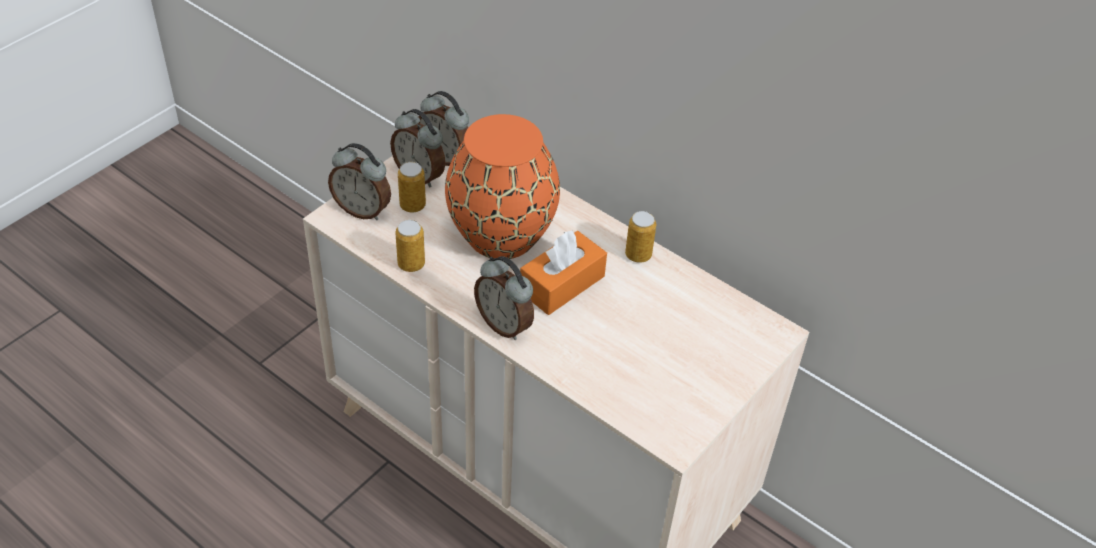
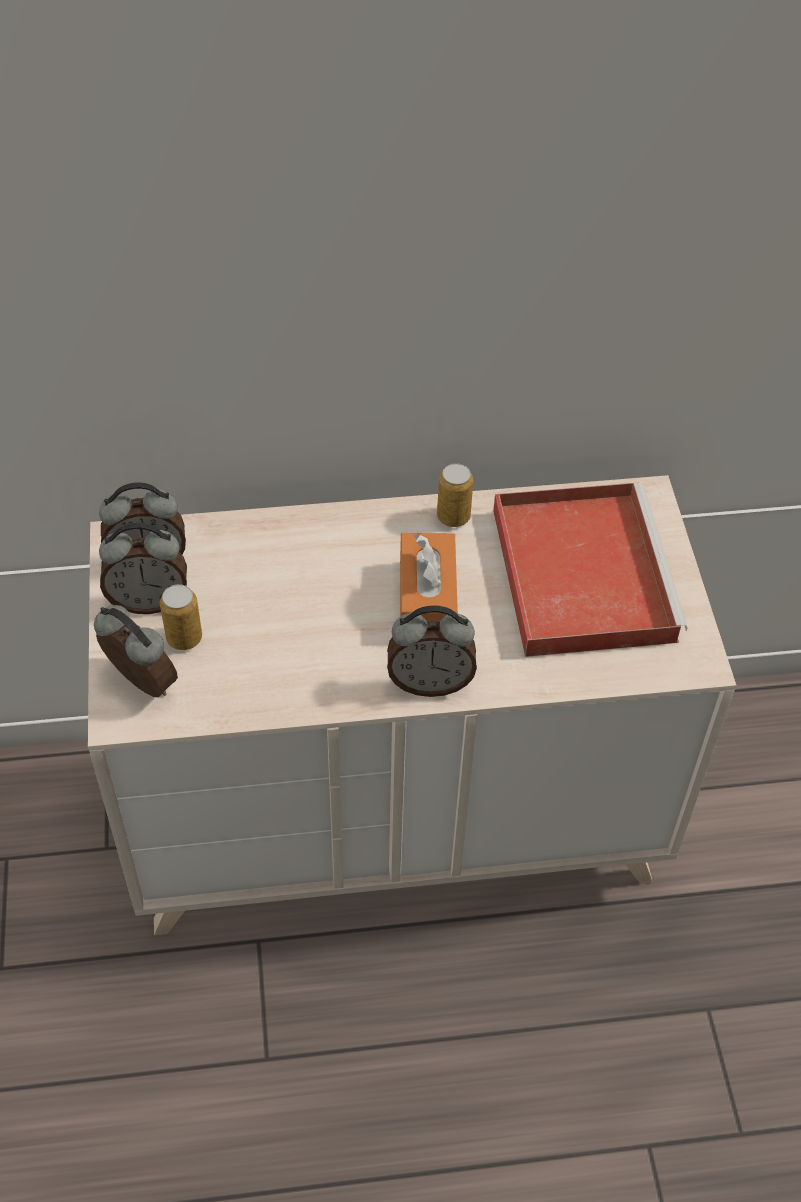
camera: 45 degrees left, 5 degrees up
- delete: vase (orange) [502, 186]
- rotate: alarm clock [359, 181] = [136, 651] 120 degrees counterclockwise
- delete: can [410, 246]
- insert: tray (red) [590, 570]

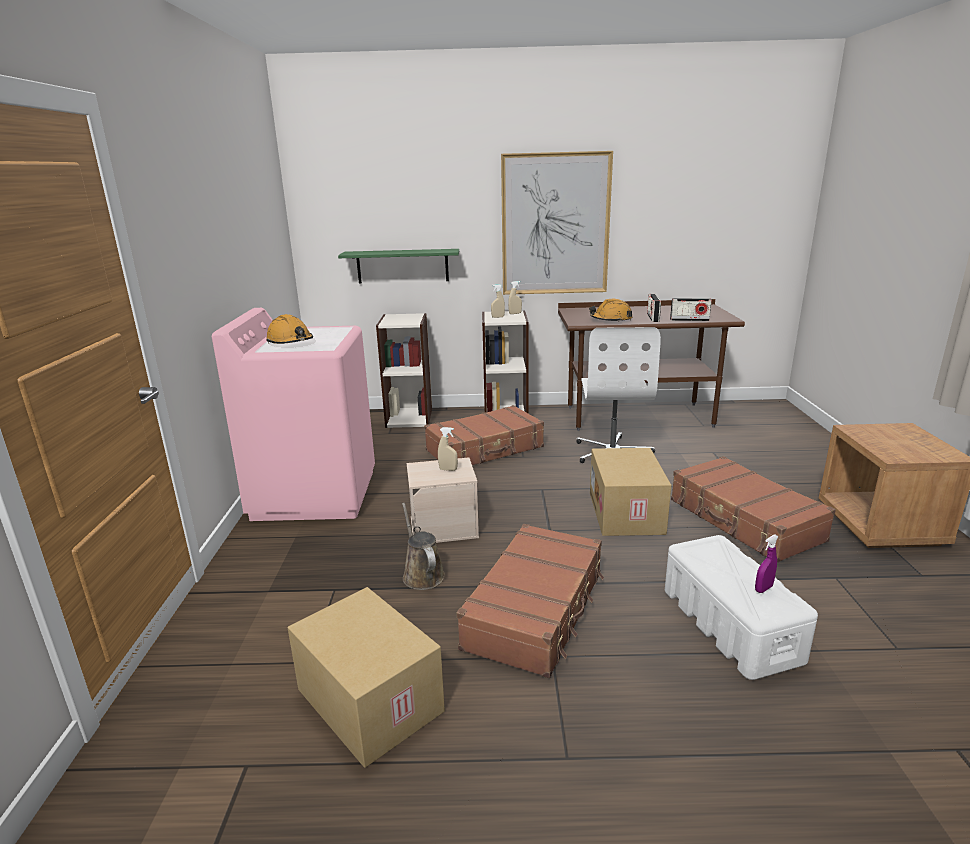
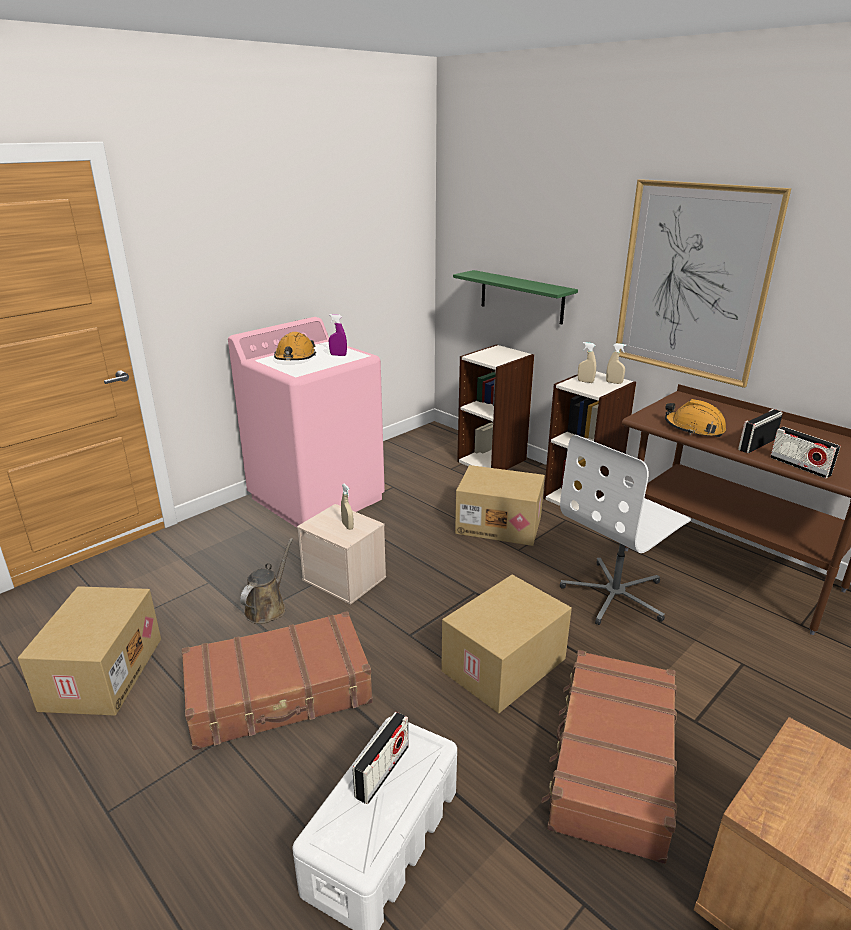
camera: 45 degrees right, 5 degrees up
- replace: suitcase (brown) [484, 435] to cardboard box [500, 505]
- move: spray bottle (purple) [767, 563] to [338, 335]
- insert: radio [380, 758]

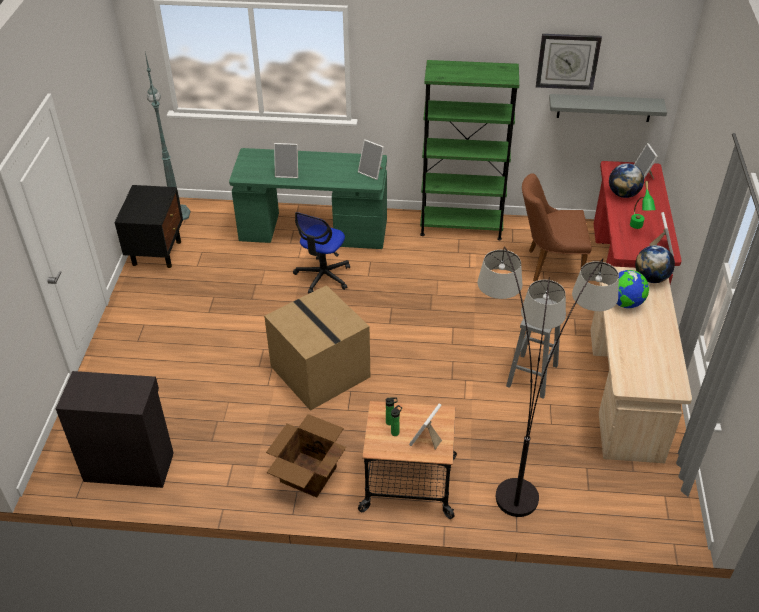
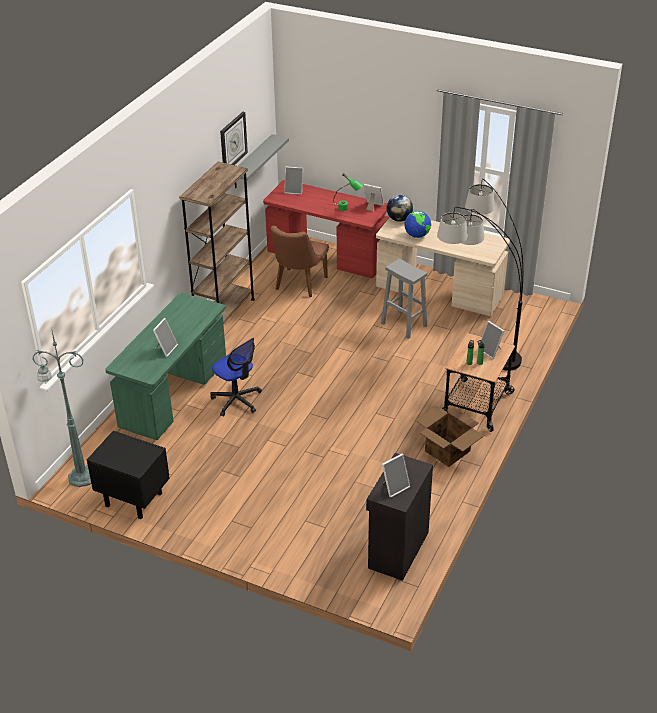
camera: 70 degrees left, 5 degrees down
- recolor: bookcase (green) [469, 150] to bookcase (brown) [217, 242]
- move: picture frame [371, 159] to [396, 475]
- delete: globe [626, 180]
- delete: cardboard box [317, 348]

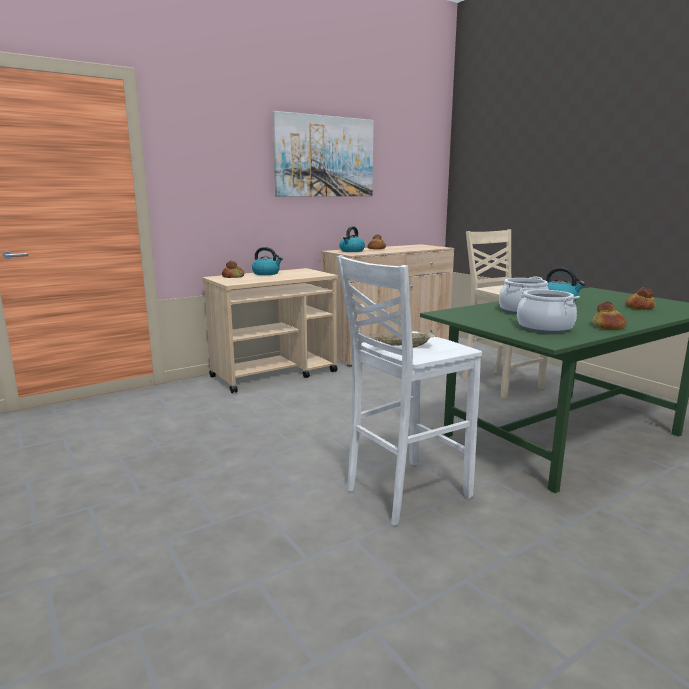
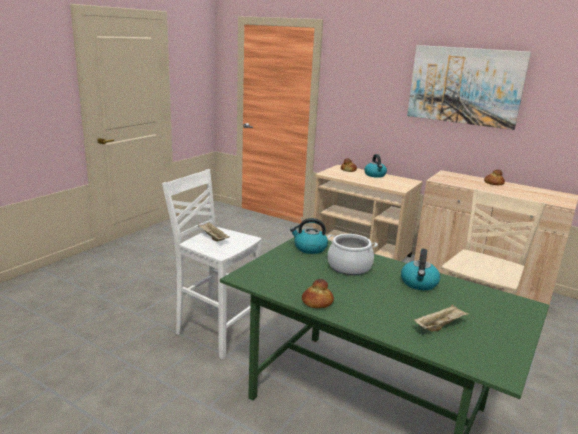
camera: 65 degrees right, 5 degrees up
- move: kettle [352, 239] to [309, 236]
- replace: bread [640, 298] to tray (beige) [441, 317]
- delete: cooking pot [548, 310]

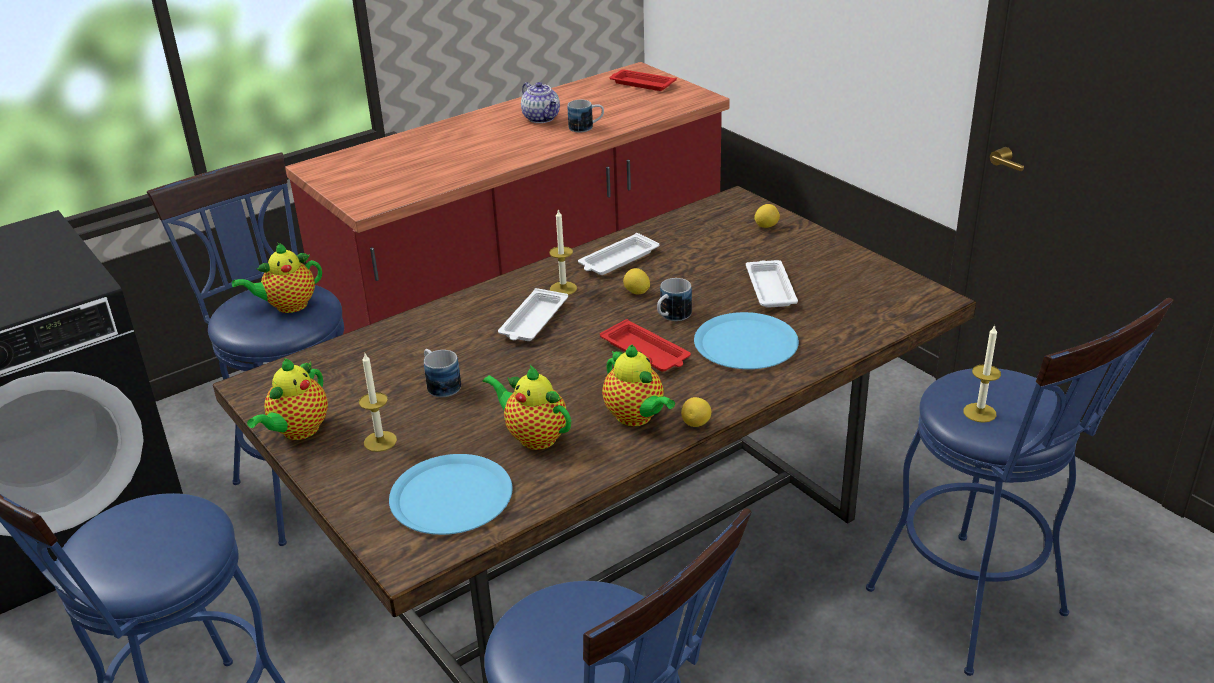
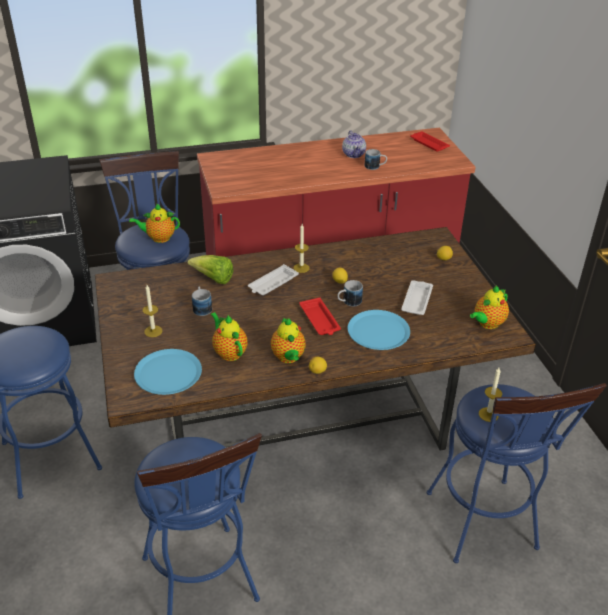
camera: 20 degrees right, 5 degrees up
- delete: tray (white) [619, 254]
- move: teapot [287, 399] to [489, 307]
- insert: lettuce [210, 269]

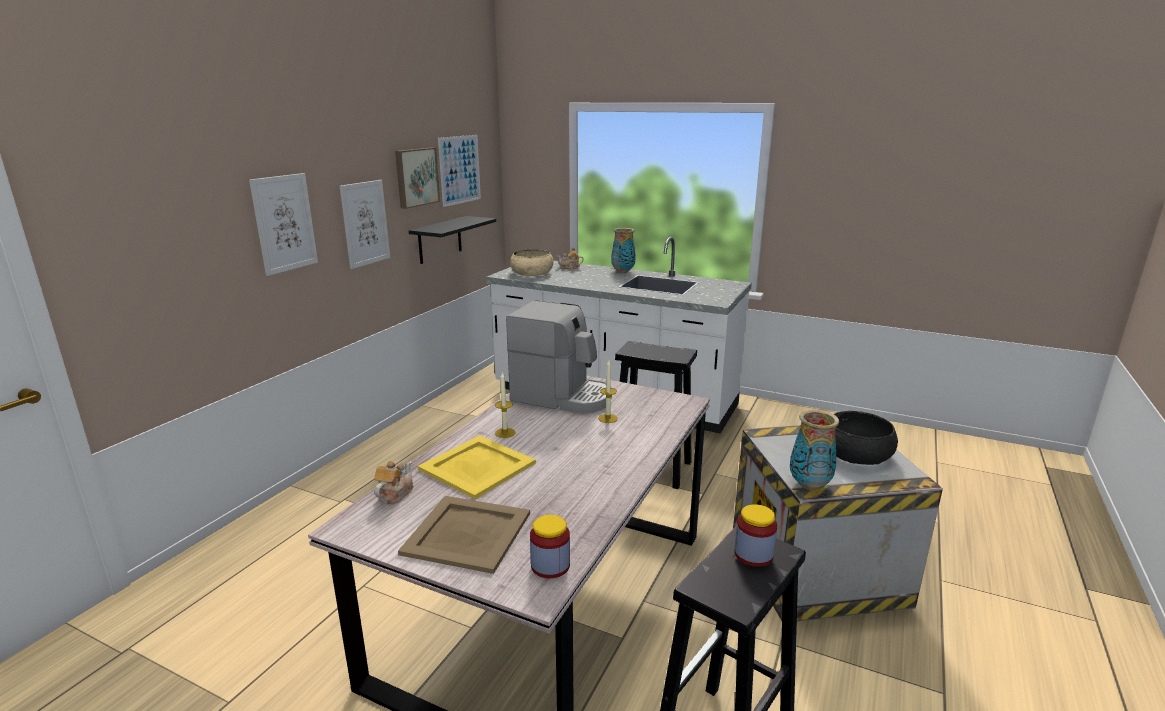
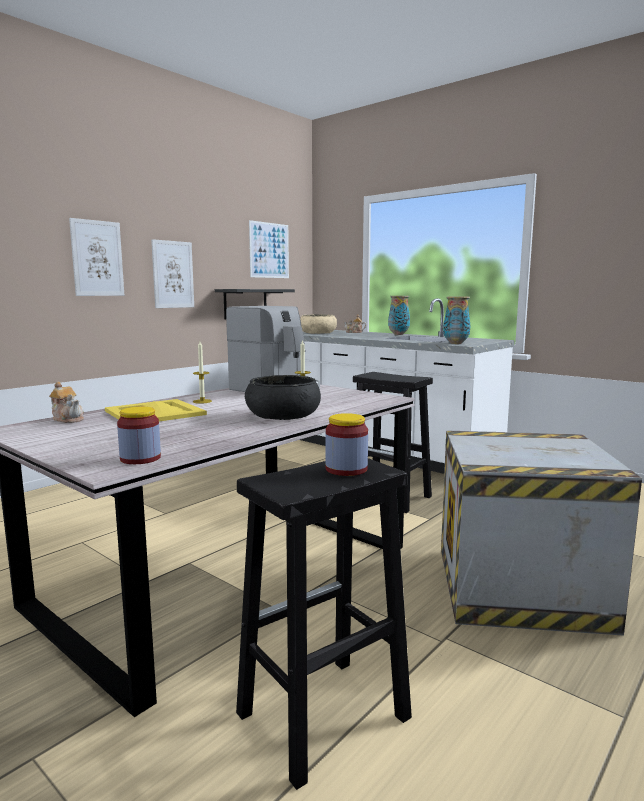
camera: 15 degrees right, 10 degrees down
- delete: picture [417, 178]
- move: vase [814, 450] to [456, 320]
- move: bowl (black) [865, 438] to [283, 397]
- rotate: teapot [394, 482] = [66, 402] 90 degrees clockwise
- delete: tray (beige) [464, 535]

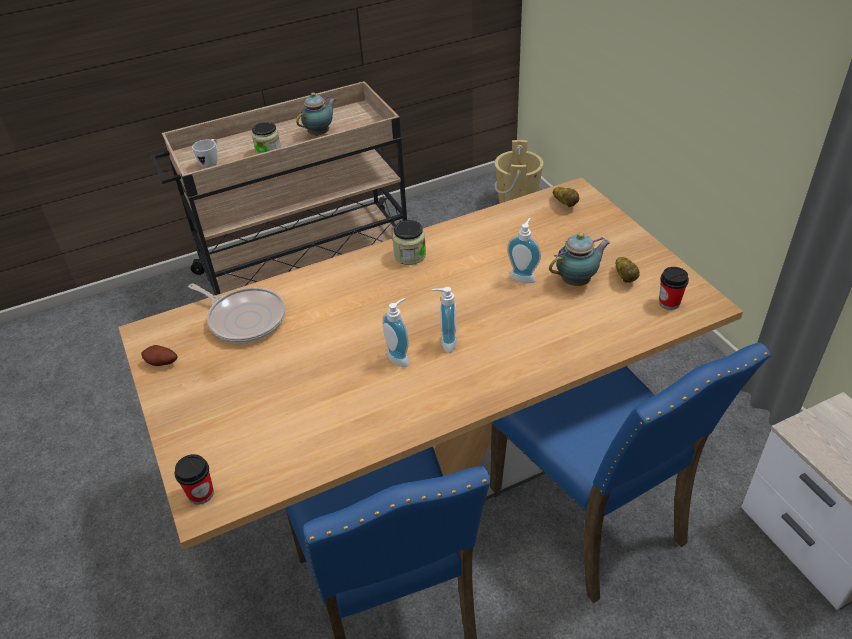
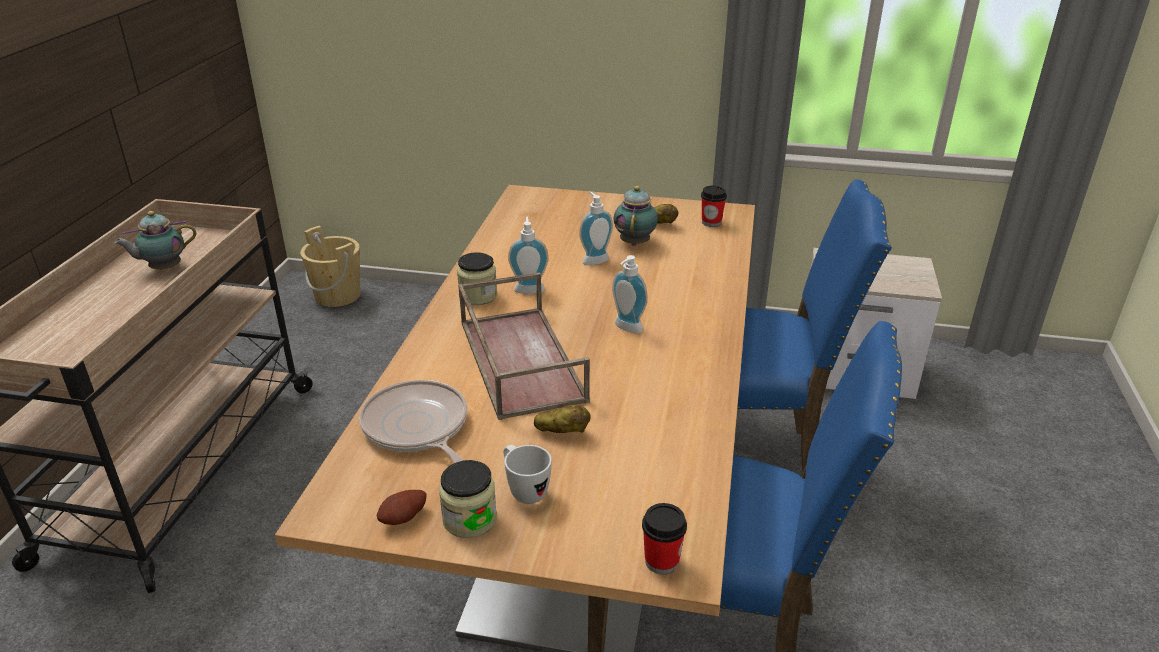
camera: 55 degrees left, 10 degrees down
- rotate: teapot [316, 114] = [155, 240] 105 degrees counterclockwise
- move: jar [266, 138] to [468, 499]
- move: mug (white) [205, 153] to [528, 474]
- move: potato [566, 197] to [562, 418]
- rotate: frying pan [236, 313] = [413, 421] 105 degrees counterclockwise
- move: soap dispenser [395, 332] to [528, 255]
- insert: tray (brown) [524, 346]

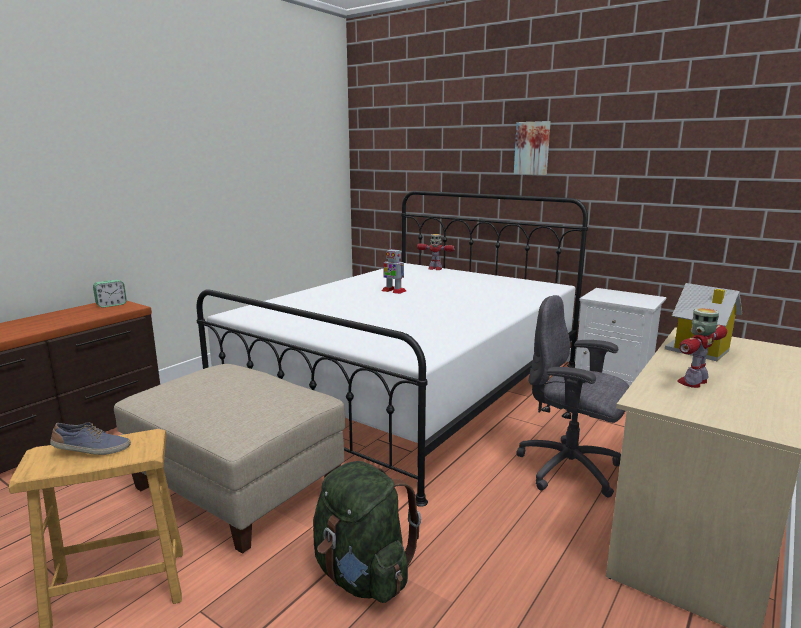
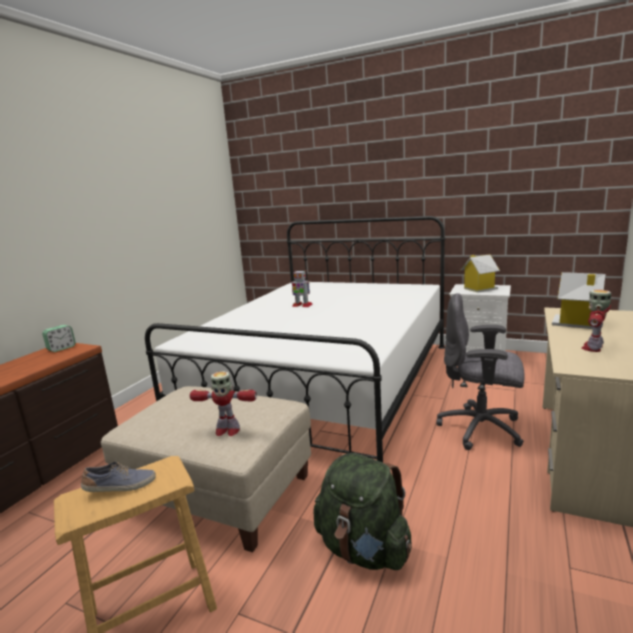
camera: 10 degrees left, 0 degrees up
- delete: picture [532, 148]
- move: toy robot [436, 252] to [223, 403]
- insert: toy house [480, 273]

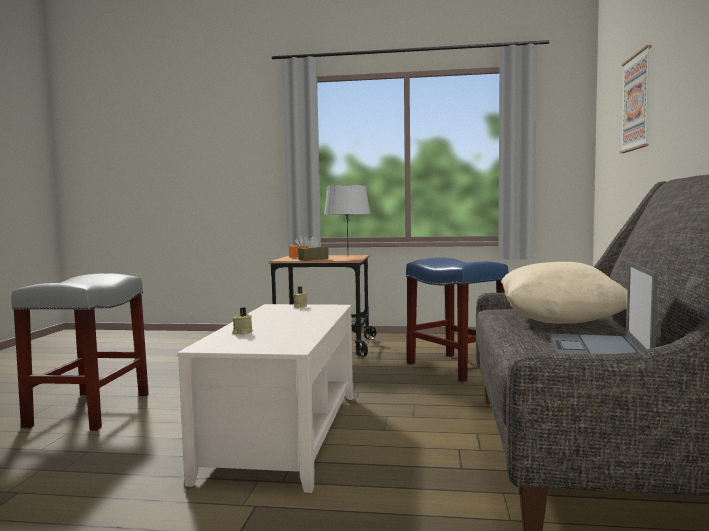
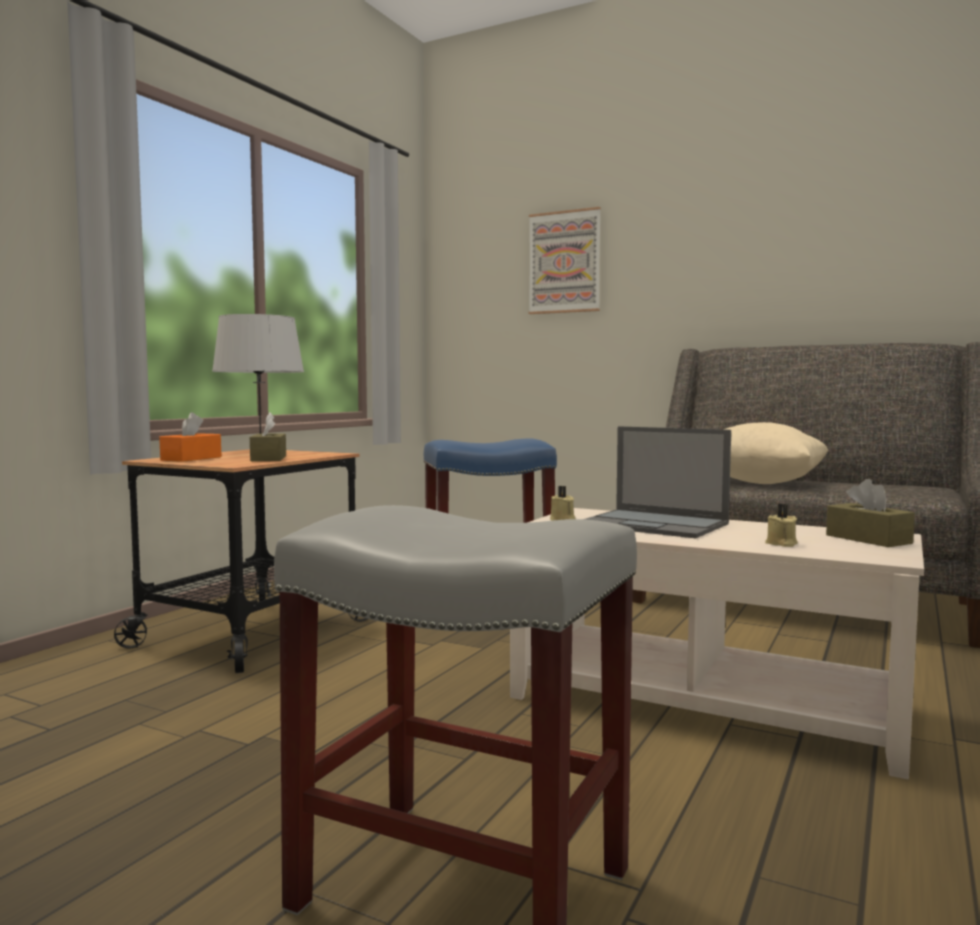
camera: 70 degrees left, 0 degrees up
- move: laptop [604, 308] to [657, 482]
- insert: tissue box (brown) [870, 513]

